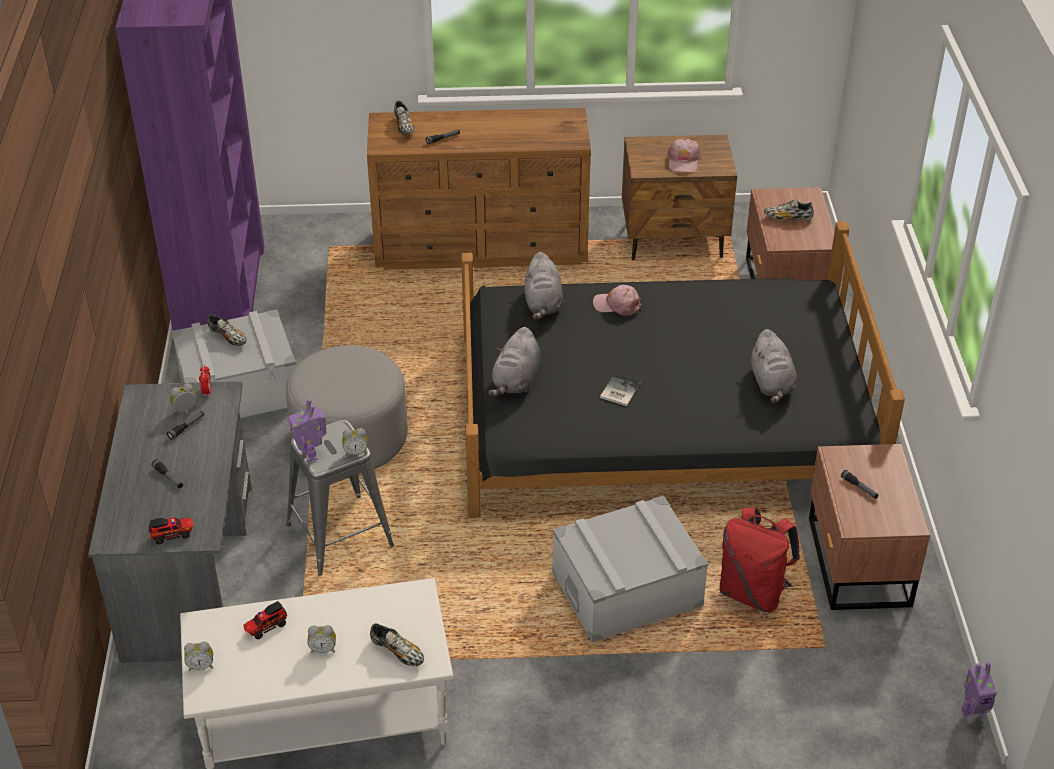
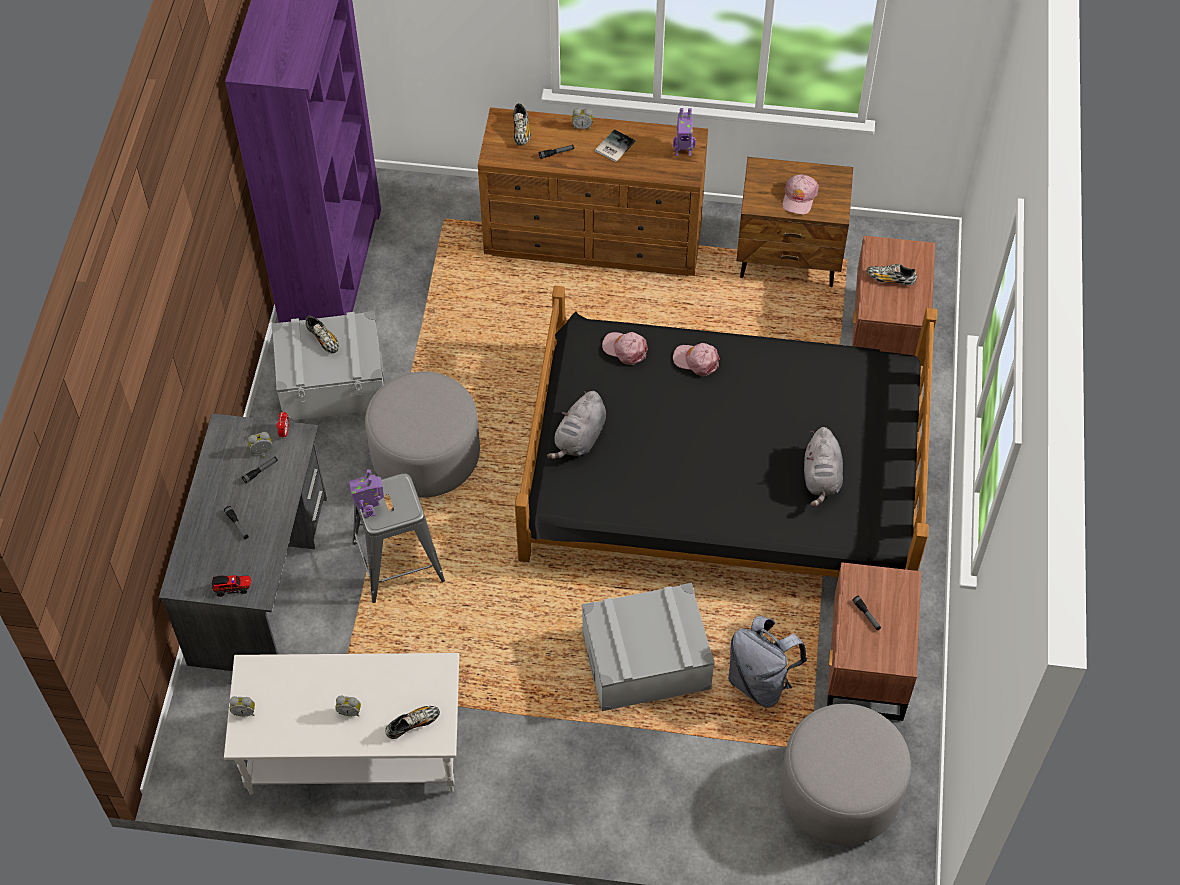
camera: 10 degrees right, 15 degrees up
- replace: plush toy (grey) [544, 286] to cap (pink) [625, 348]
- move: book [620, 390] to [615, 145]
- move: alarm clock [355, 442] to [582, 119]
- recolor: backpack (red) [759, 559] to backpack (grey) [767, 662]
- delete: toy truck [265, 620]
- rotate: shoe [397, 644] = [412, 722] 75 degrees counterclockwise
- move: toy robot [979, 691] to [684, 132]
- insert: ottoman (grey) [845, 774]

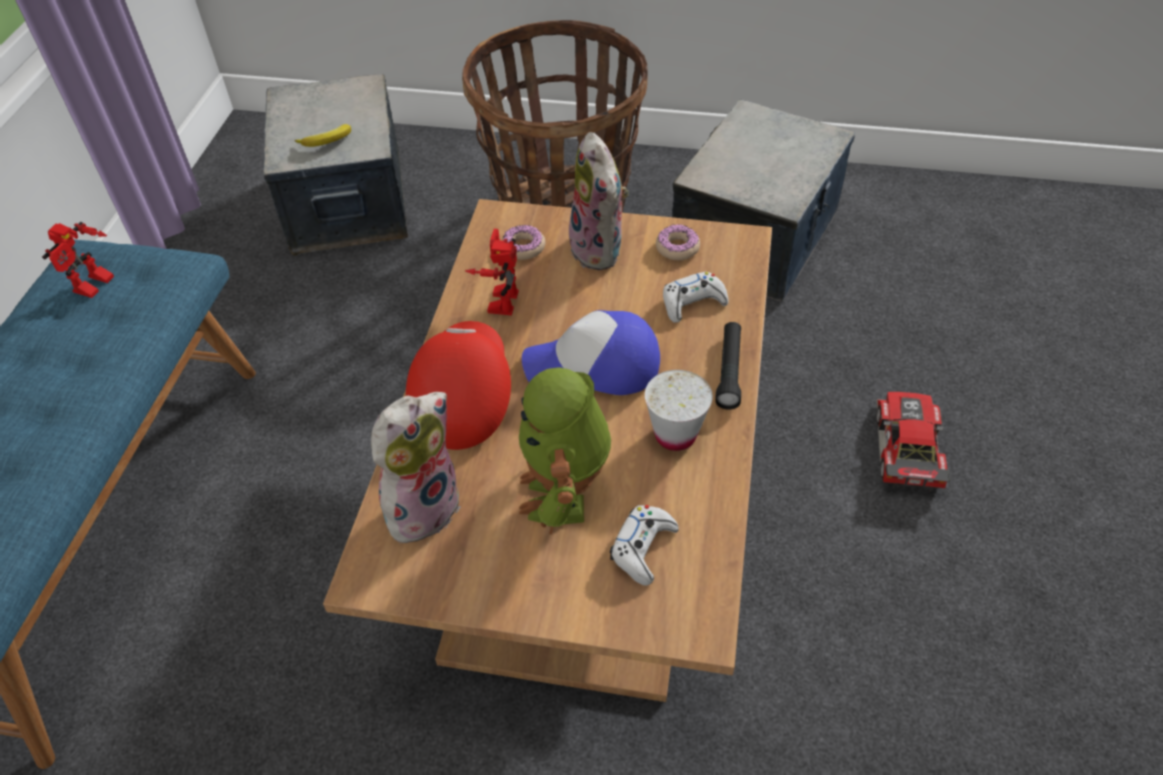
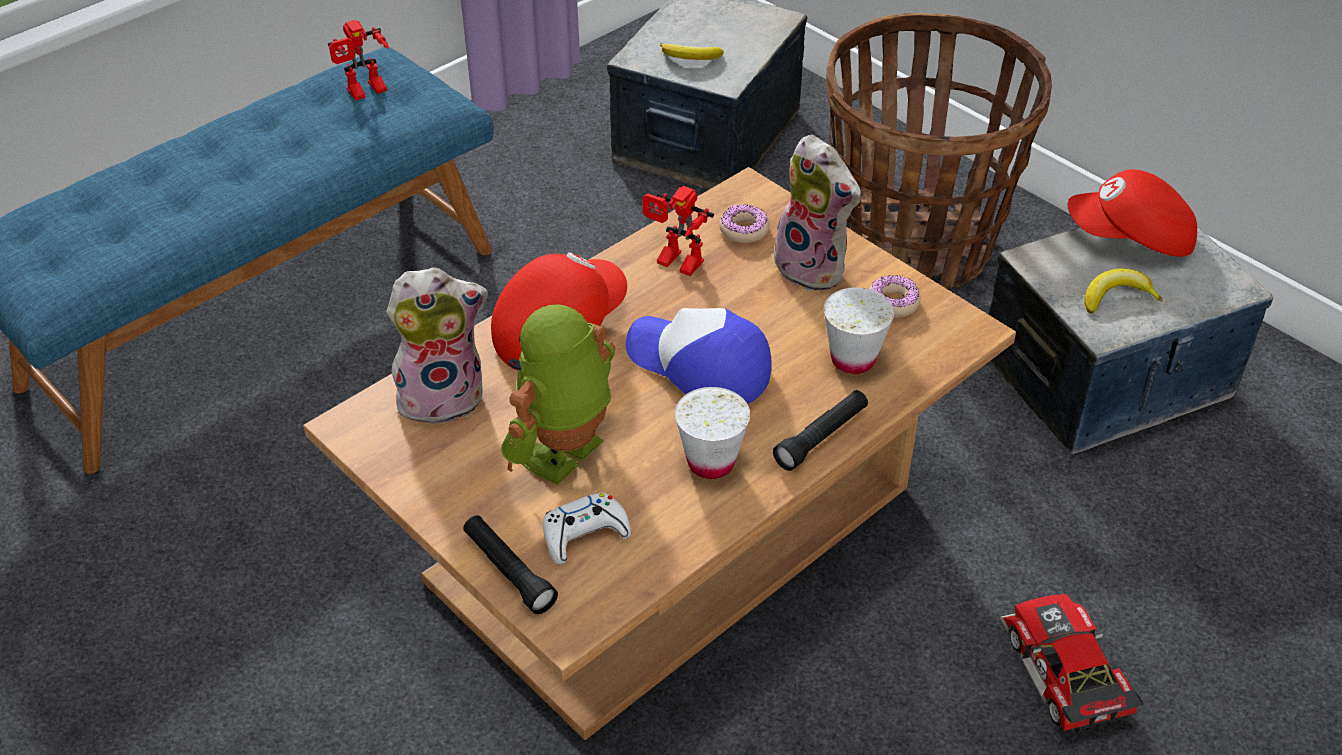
camera: 35 degrees right, 5 degrees down
- rotate: plush toy [599, 201] = [816, 213] 60 degrees counterclockwise
- rotate: toy robot [492, 272] = [678, 231] 105 degrees counterclockwise
- replace: game controller (white) [696, 297] to cup (white) [859, 330]
- rotate: toy car [913, 442] = [1072, 663] 60 degrees counterclockwise
- insert: cap (red) [1132, 213]
- insert: banana [1123, 291]
- insert: flashlight (black) [510, 564]

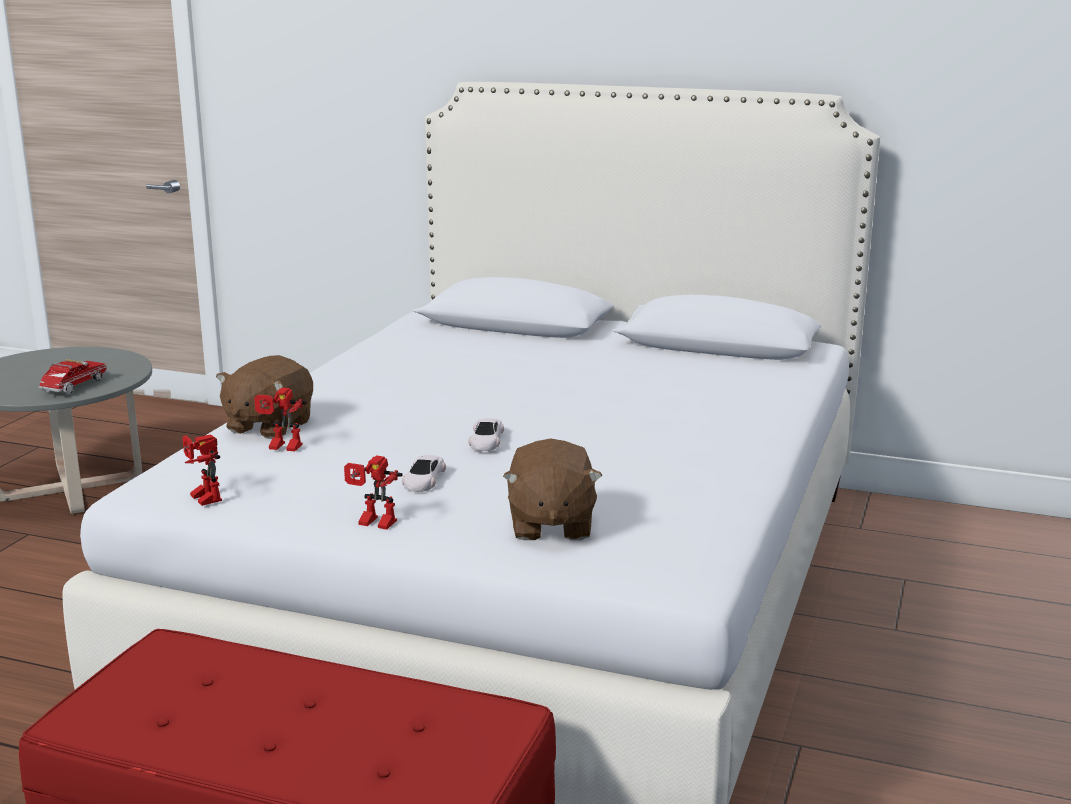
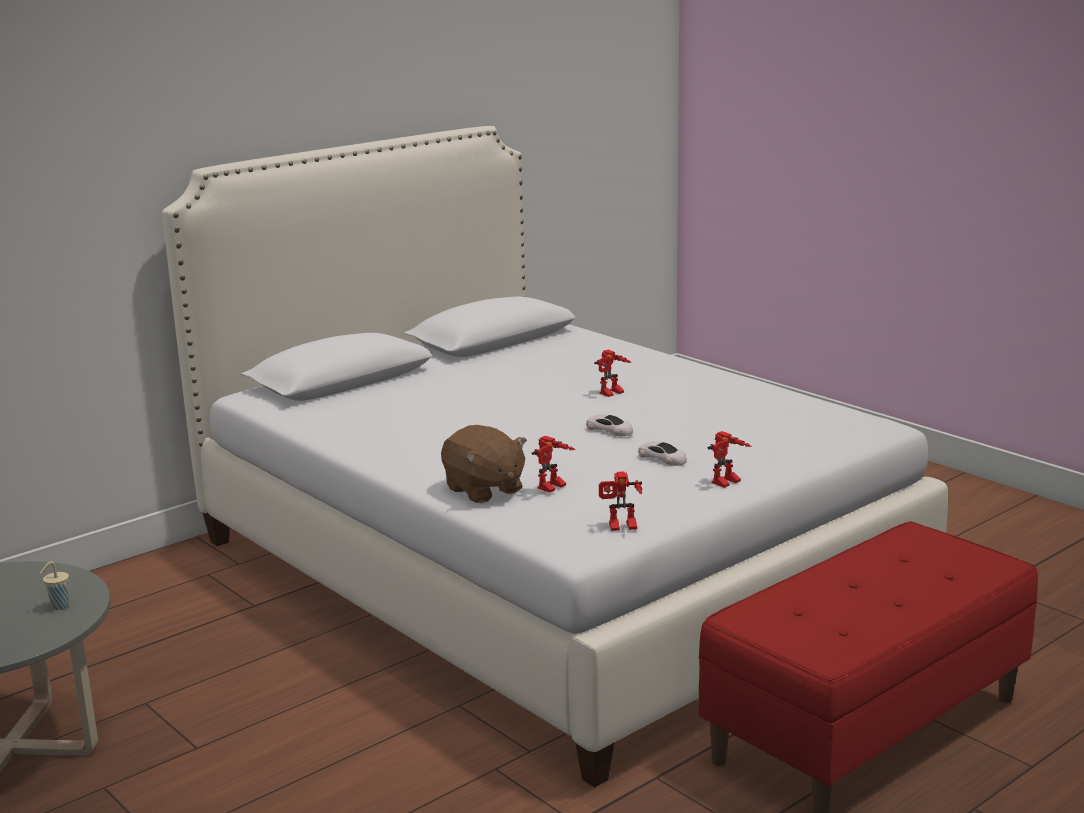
camera: 60 degrees left, 0 degrees up
- replace: toy truck [72, 376] to cup (beige) [54, 585]
- delete: plush toy (brown) [553, 489]
- insert: toy robot [612, 373]

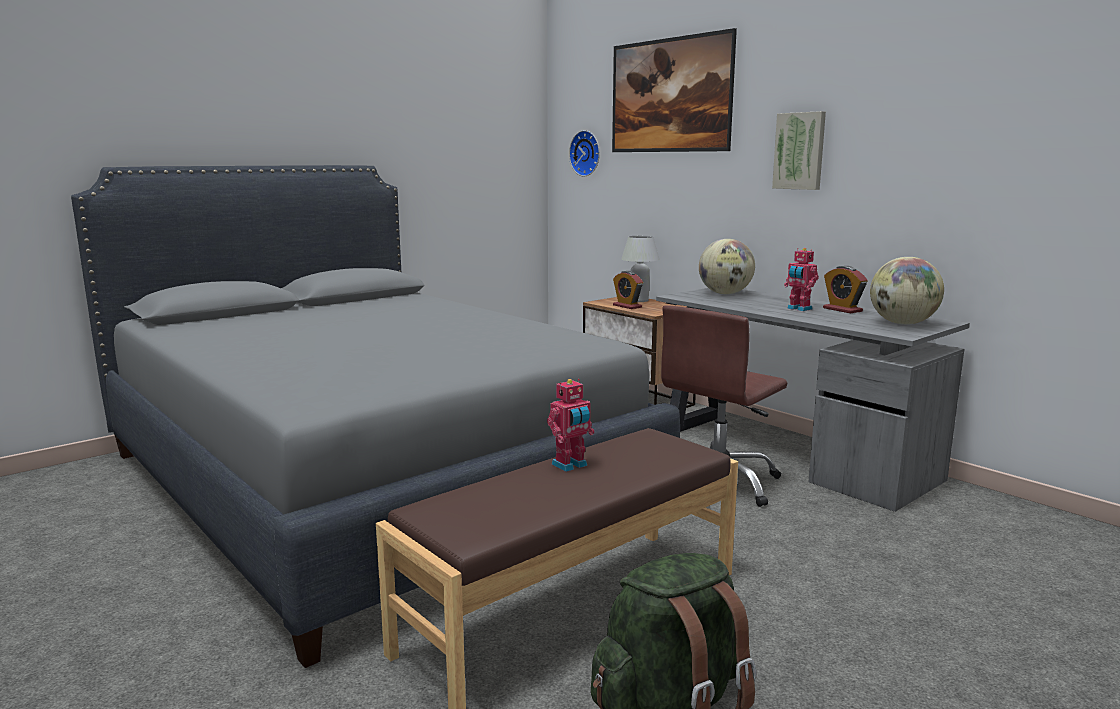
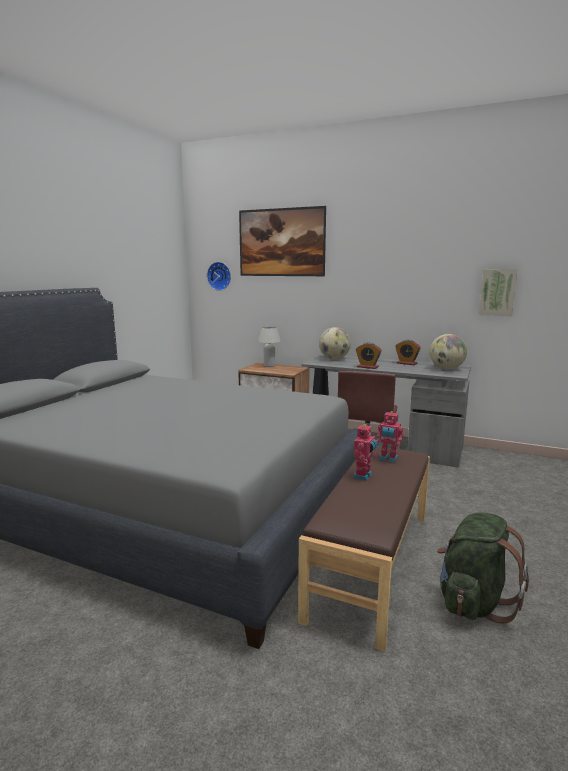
camera: 25 degrees left, 0 degrees up
- move: picture [799, 150] to [498, 292]
- move: toy robot [801, 279] to [390, 437]
- move: alarm clock [628, 290] to [369, 355]

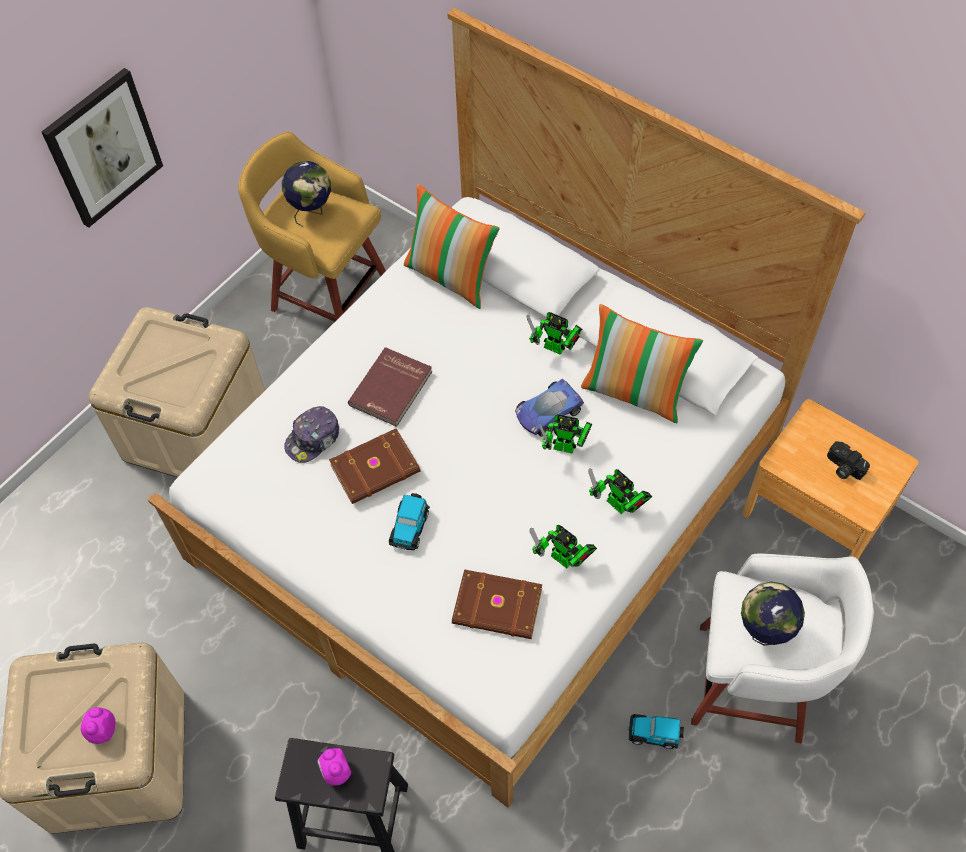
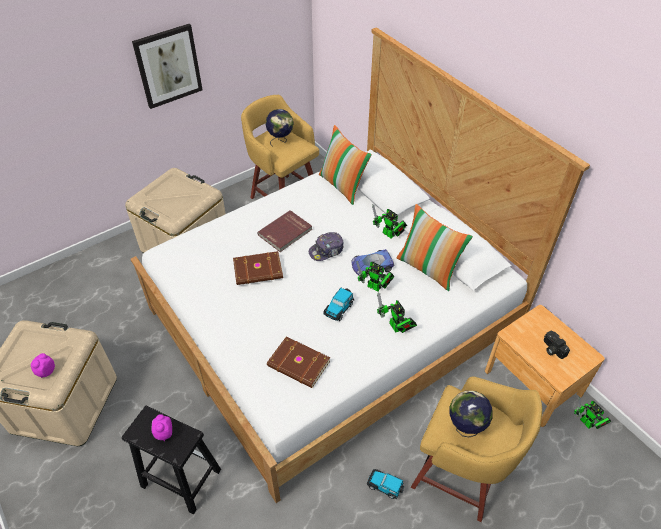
camera: 15 degrees right, 10 degrees down
- move: cap [311, 434] to [326, 246]
- move: toy car [409, 521] to [338, 304]
- move: toy robot [563, 546] to [592, 413]
- recolor: stool (white) [782, 648] to stool (yellow) [476, 449]

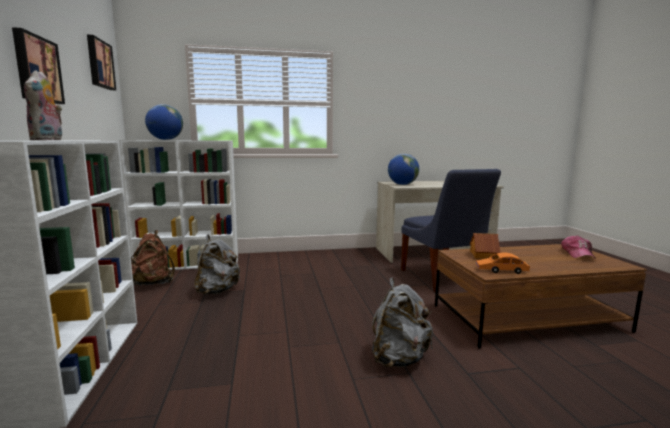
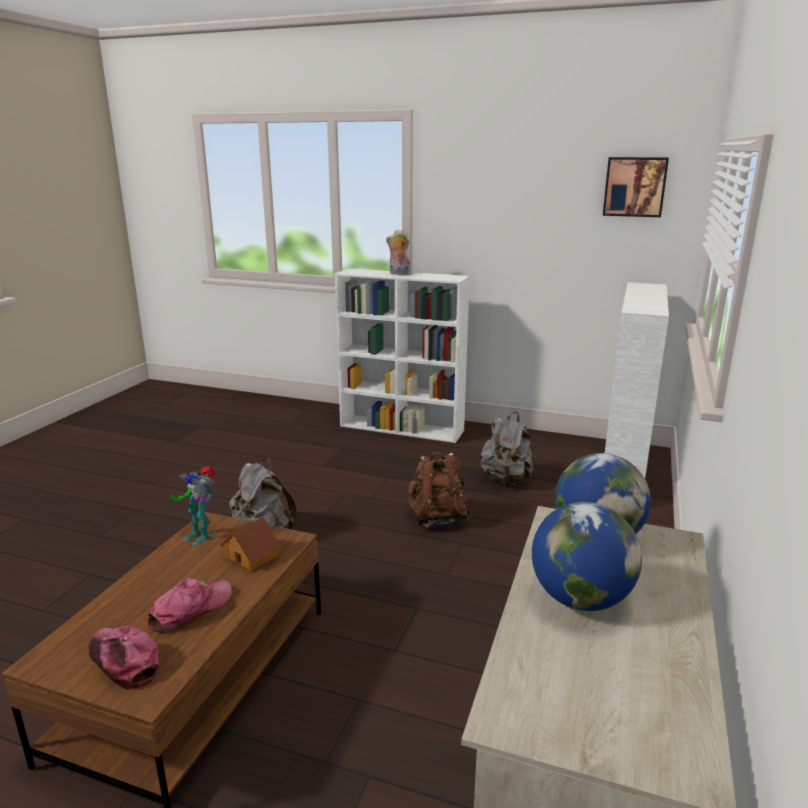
camera: 120 degrees right, 10 degrees up
- delete: picture [38, 65]
- move: globe [164, 122] to [587, 556]
- delete: chair (blue) [451, 231]
- move: backpack (brown) [153, 258] to [439, 490]
- replace: toy car (orange) [503, 263] to toy robot [193, 506]
- insert: cap [189, 605]

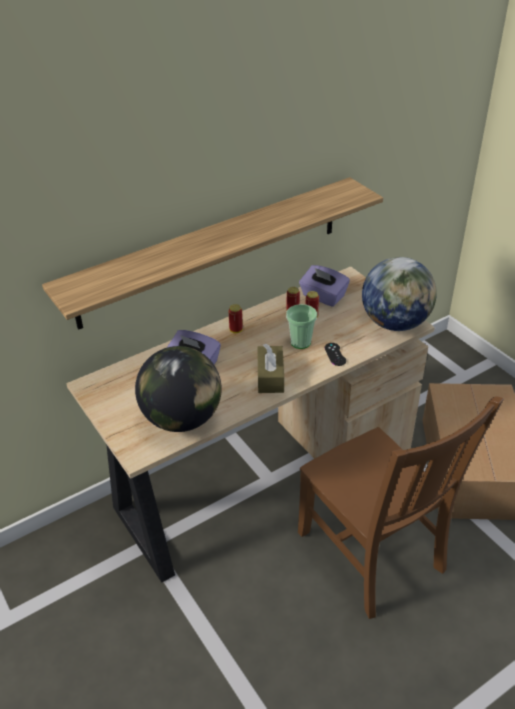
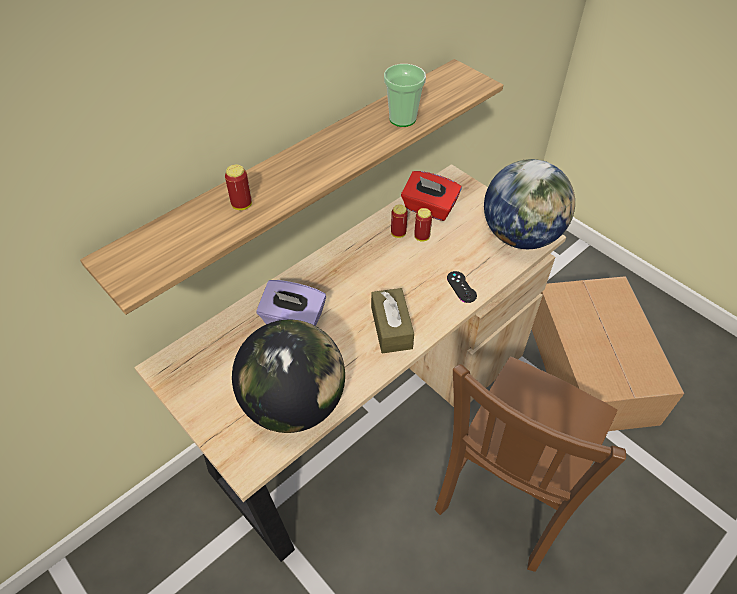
camera: 10 degrees left, 10 degrees up
- recolor: tissue box (purple) [324, 286] to tissue box (red) [431, 196]
- move: can [236, 318] to [238, 187]
- move: cup [301, 326] to [405, 95]
- rotate: chair (brown) [401, 508] = [530, 464] 75 degrees clockwise

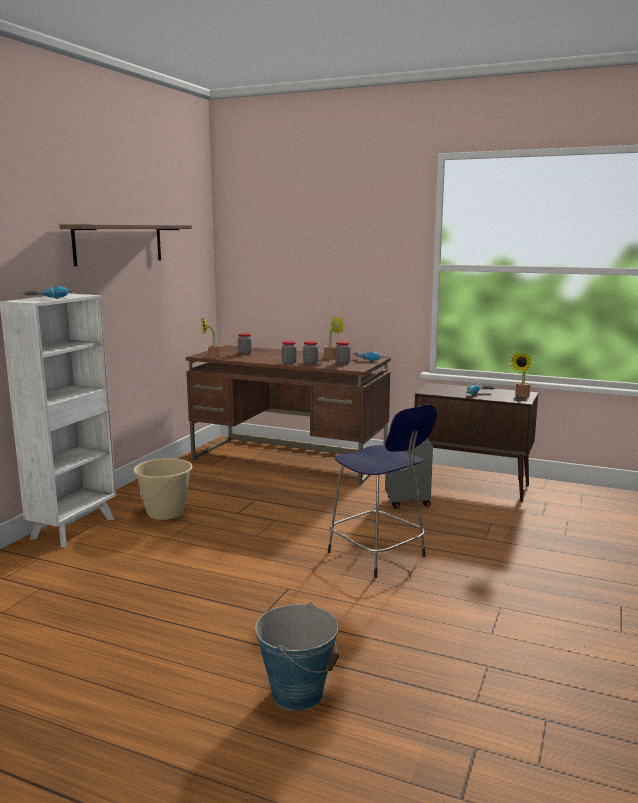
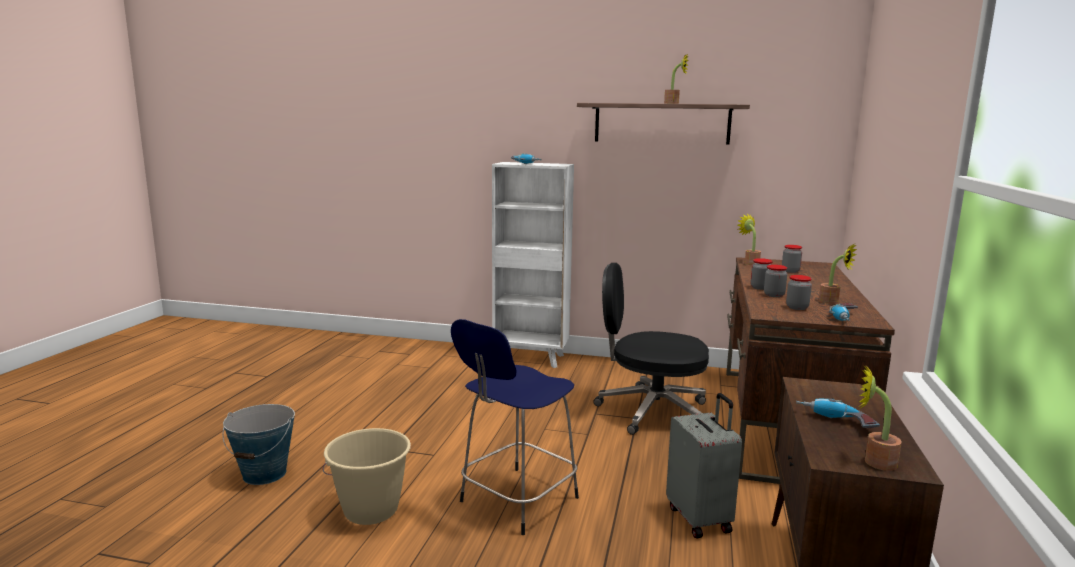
camera: 80 degrees right, 0 degrees up
- move: bucket (beige) [163, 489] to [366, 476]
- insert: potted plant [676, 78]
- insert: office chair (black) [651, 349]

